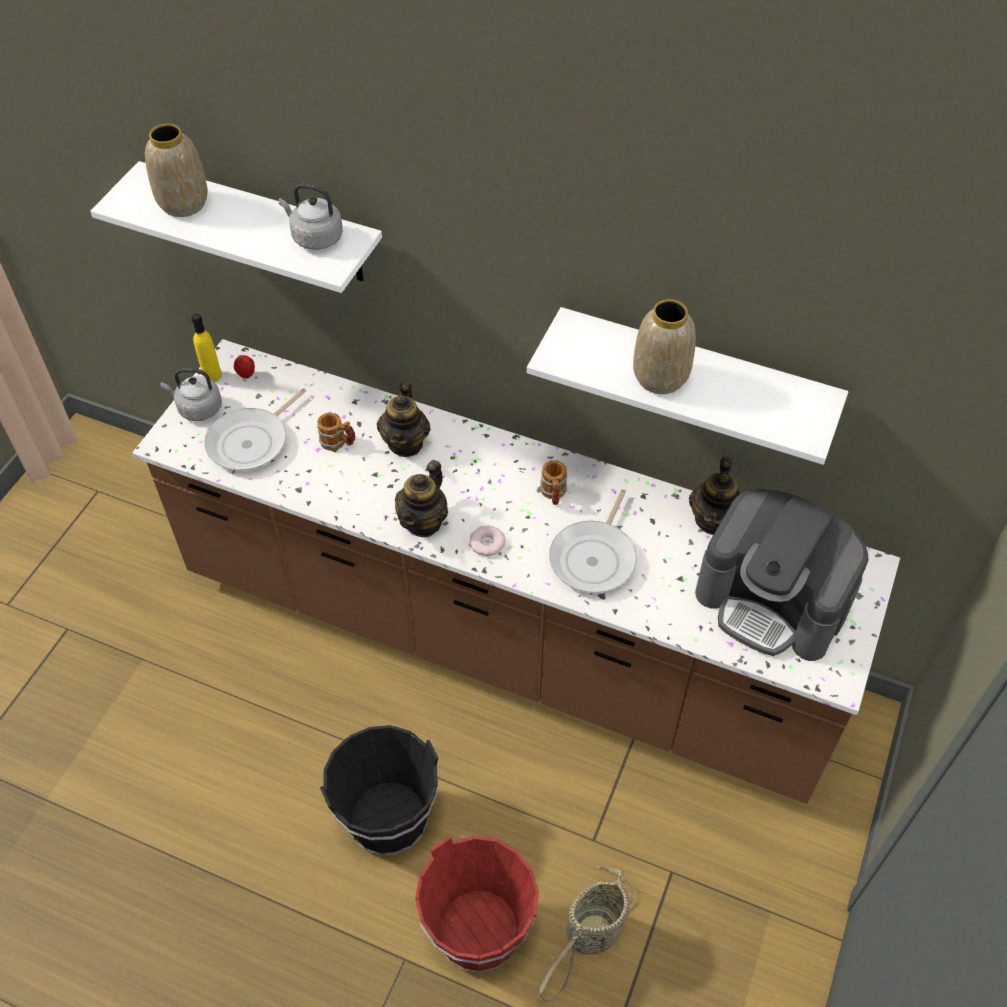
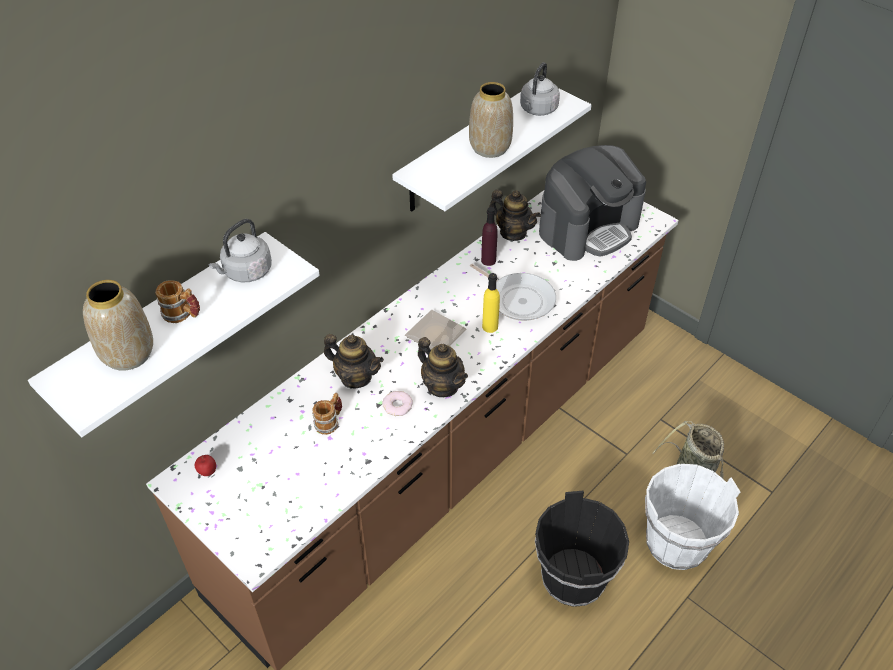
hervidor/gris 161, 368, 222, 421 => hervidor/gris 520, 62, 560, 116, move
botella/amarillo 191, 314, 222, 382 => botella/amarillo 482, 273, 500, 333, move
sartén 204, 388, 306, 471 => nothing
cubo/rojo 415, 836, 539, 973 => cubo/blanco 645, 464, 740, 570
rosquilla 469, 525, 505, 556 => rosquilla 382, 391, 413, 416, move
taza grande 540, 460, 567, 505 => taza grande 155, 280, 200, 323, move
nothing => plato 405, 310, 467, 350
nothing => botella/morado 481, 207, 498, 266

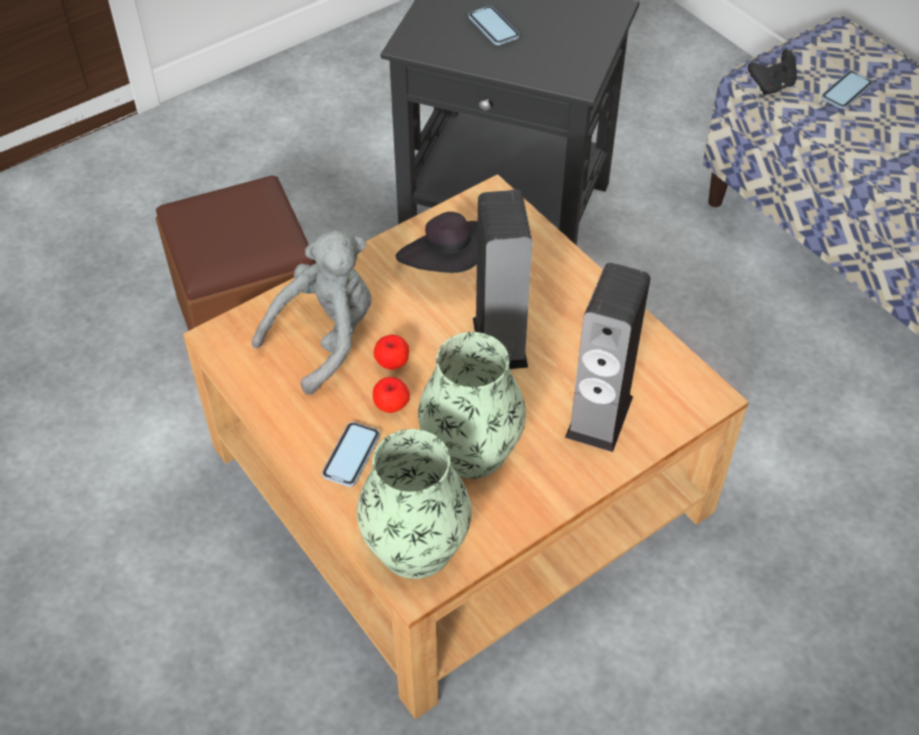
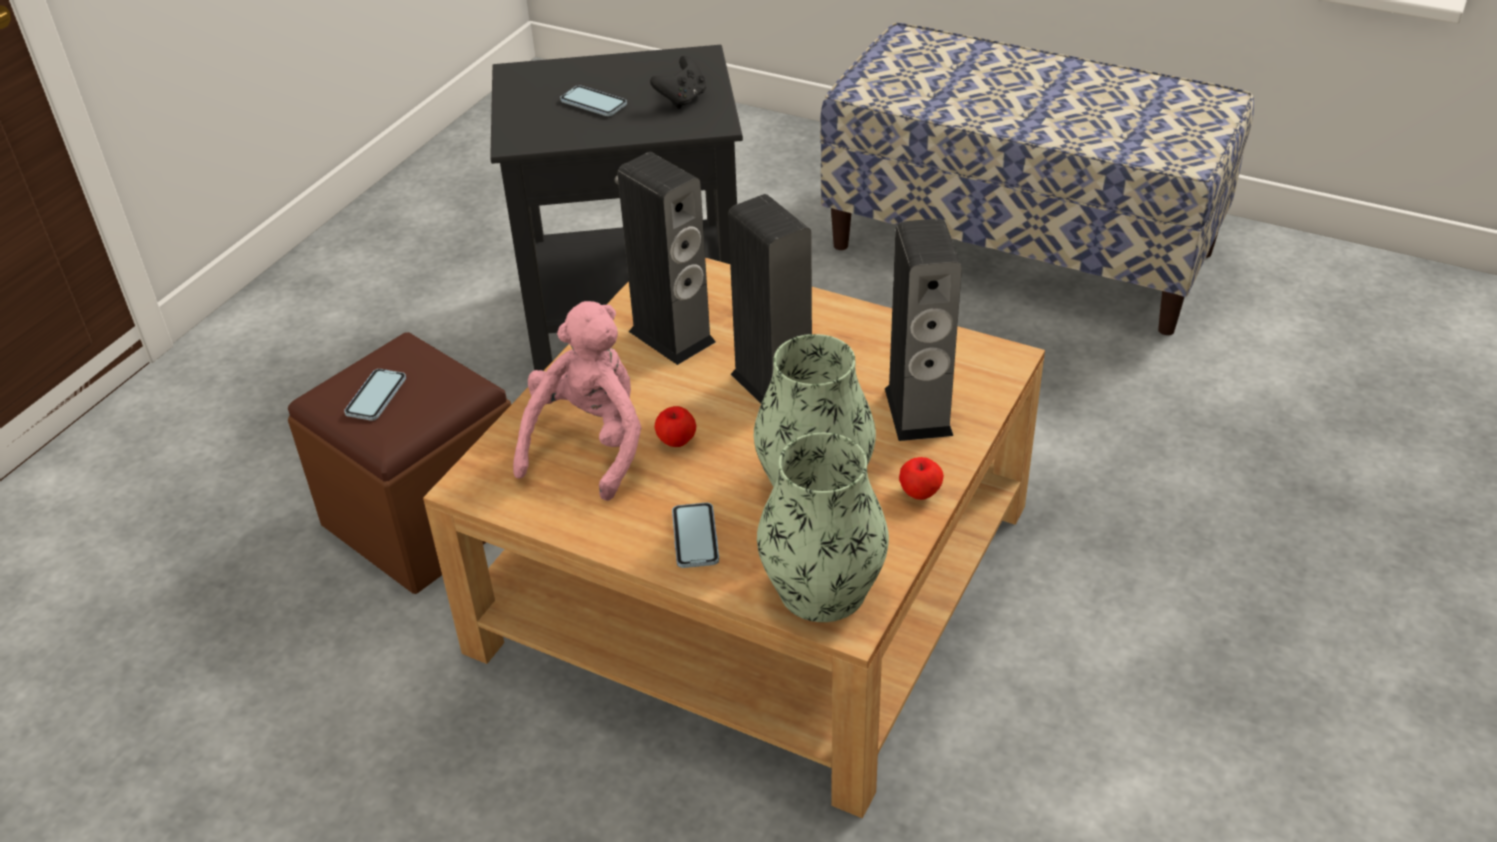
peluche/gris 252, 230, 372, 395 => peluche/rosa 513, 301, 641, 501
manzana 373, 377, 410, 413 => manzana 899, 457, 944, 500, move
sombrero/negro 396, 212, 478, 273 => altavoz 618, 152, 716, 365
mando de consola/negro 748, 49, 797, 95 => mando de consola/negro 650, 56, 706, 109, move
móvil 821, 71, 873, 109 => móvil 344, 369, 406, 421, move

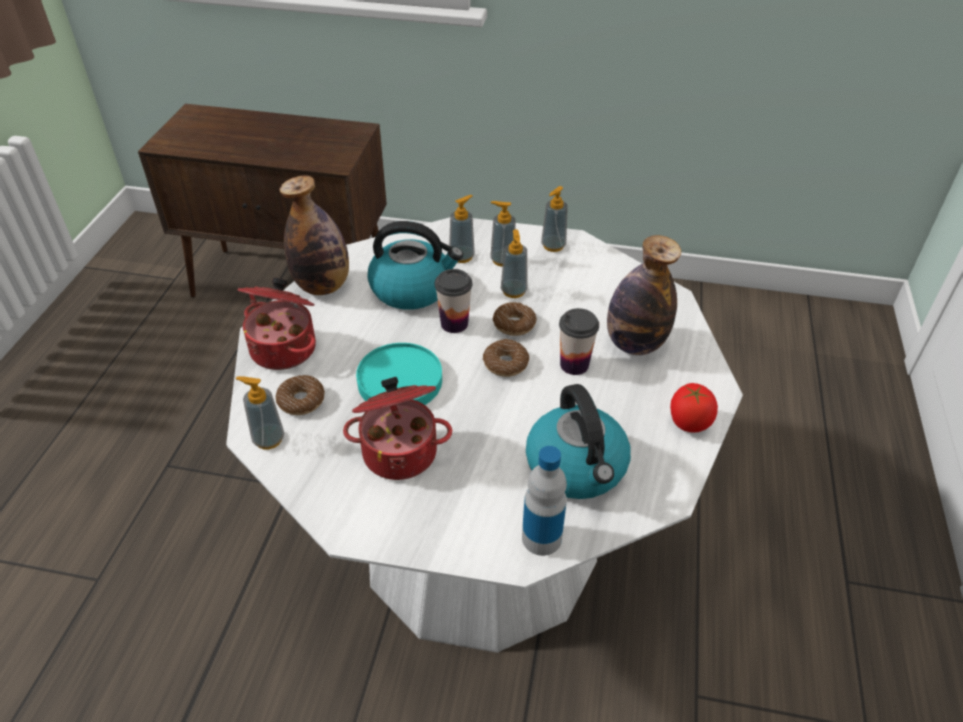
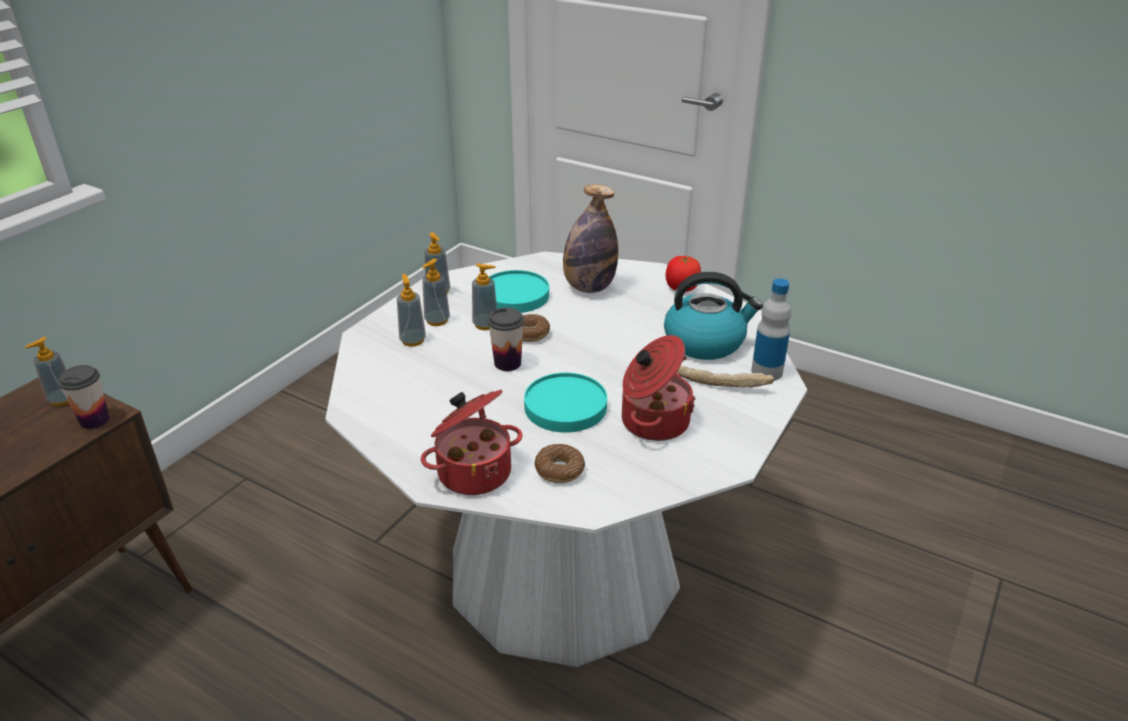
dispensador de jabón 236, 376, 284, 449 => dispensador de jabón 25, 337, 69, 406, move
botella 279, 176, 349, 295 => nothing
hervidor 367, 221, 463, 310 => nothing
rosquilla 483, 339, 529, 377 => nothing
taza 559, 308, 599, 375 => taza 58, 365, 110, 429, move
nothing => plato/turquesa 489, 270, 549, 313
nothing => pan 677, 366, 774, 388

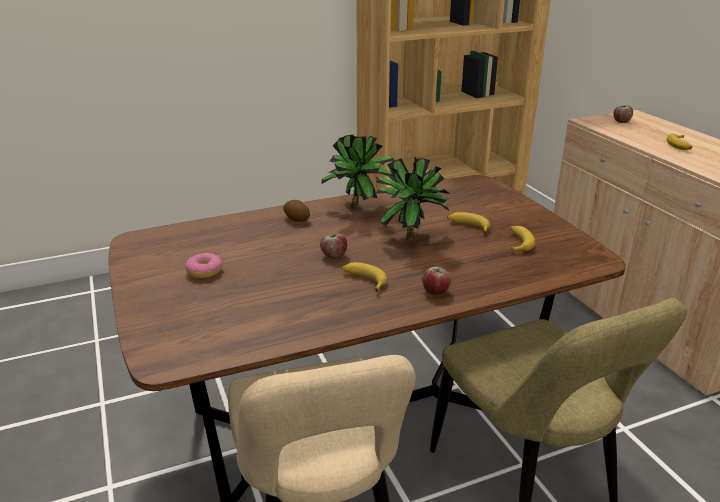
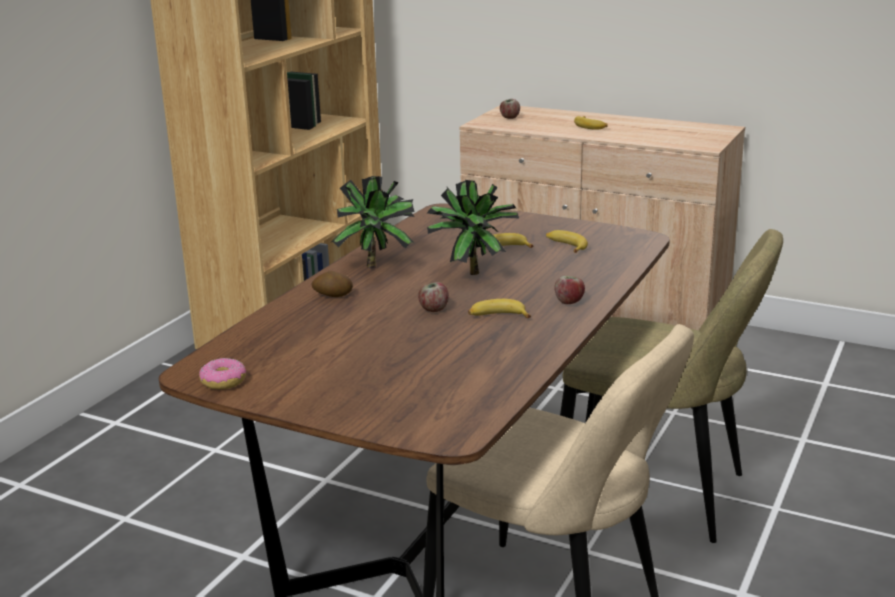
rosquilla 185, 253, 222, 278 => rosquilla 199, 358, 246, 390, move

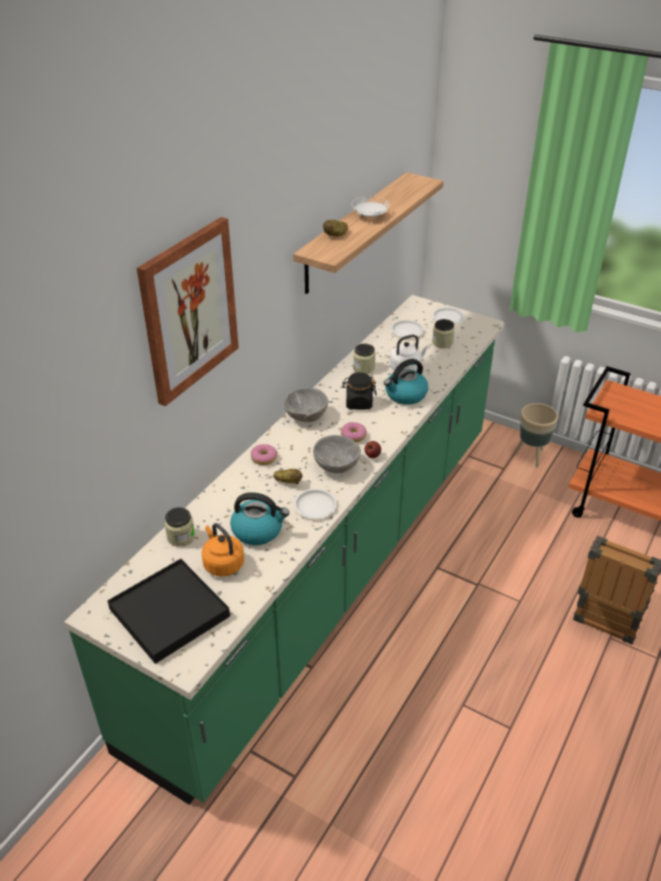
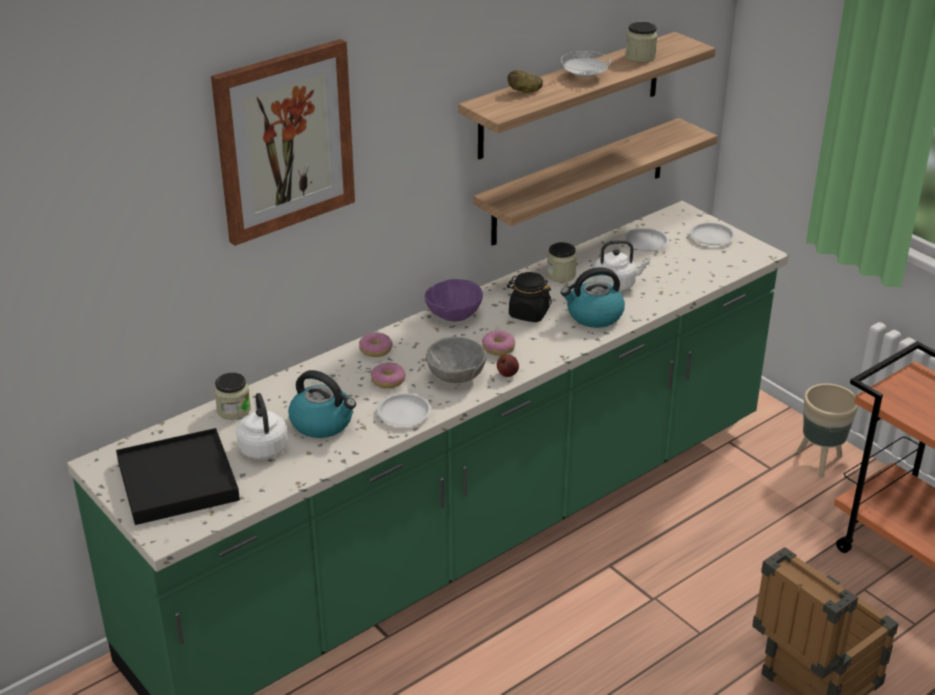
hervidor/naranja 202, 523, 244, 577 => hervidor/blanco 236, 393, 288, 459
patata 273, 469, 302, 484 => rosquilla 370, 362, 405, 389
cuenco/gris 284, 388, 328, 422 => cuenco/morado 425, 279, 483, 322
tarro 432, 319, 455, 348 => tarro 625, 22, 658, 63, move
nothing => estante 473, 118, 717, 246

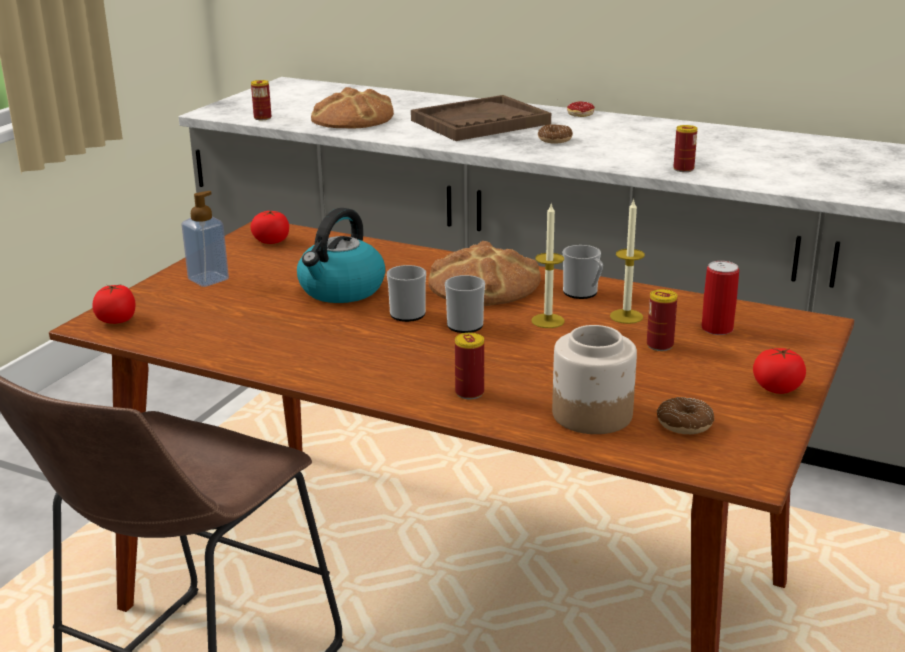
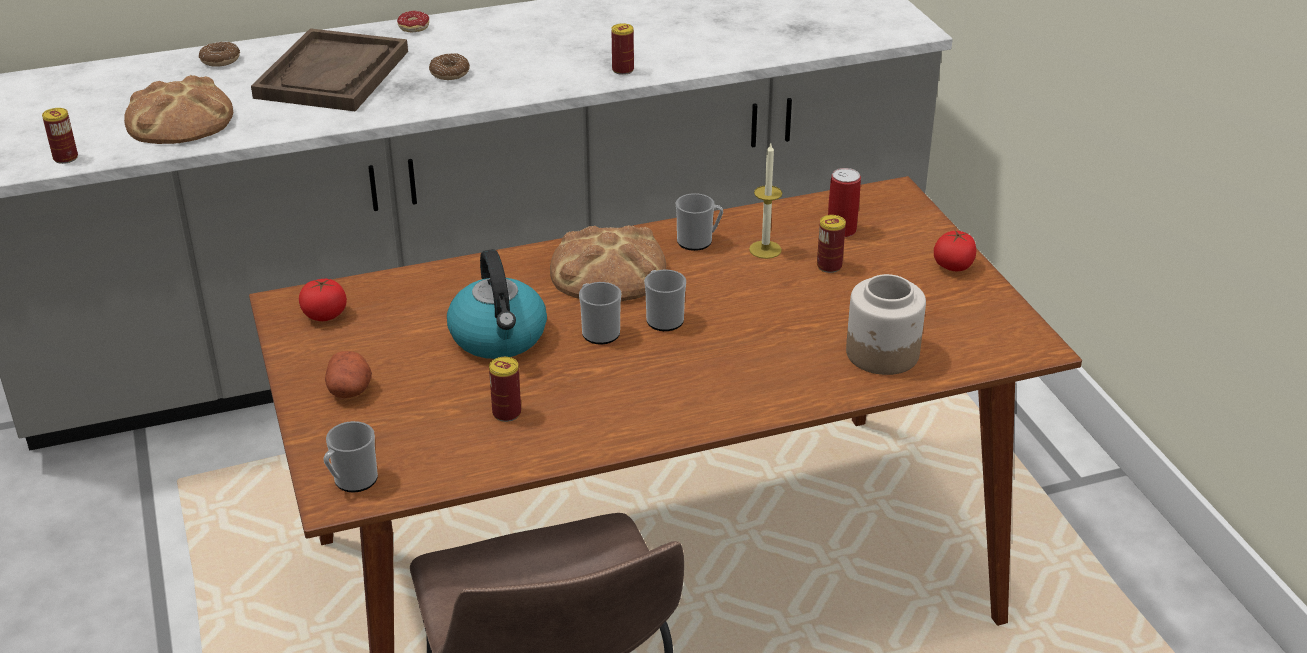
tomate 92, 284, 136, 324 => taza grande 323, 421, 378, 492
dispensador de jabón 181, 191, 229, 287 => patata 325, 351, 372, 398
lata 455, 333, 484, 399 => lata 489, 357, 521, 422, move
vela 532, 204, 565, 328 => nothing
rosquilla 657, 397, 714, 434 => rosquilla 199, 42, 240, 67, move

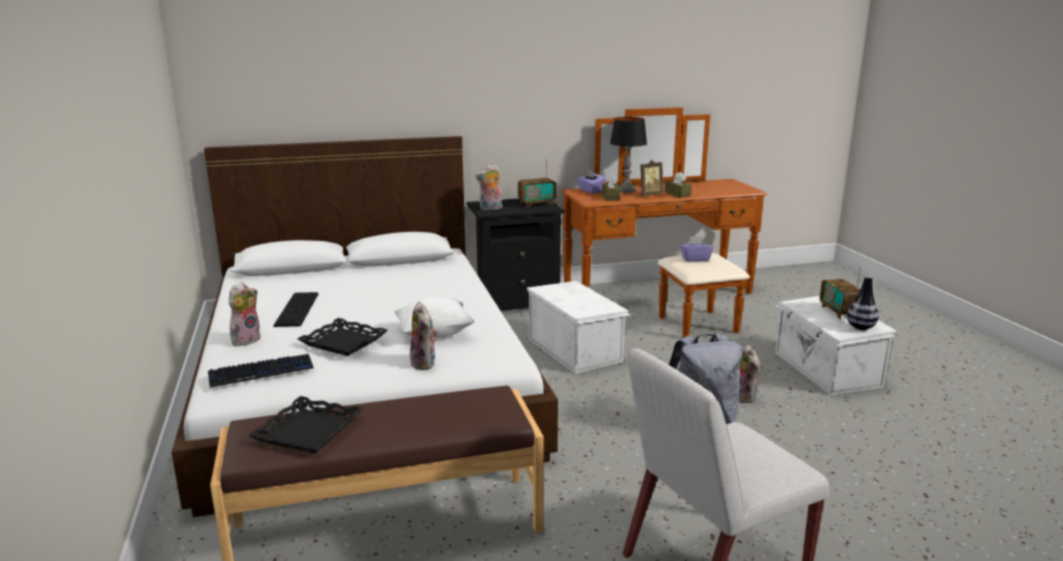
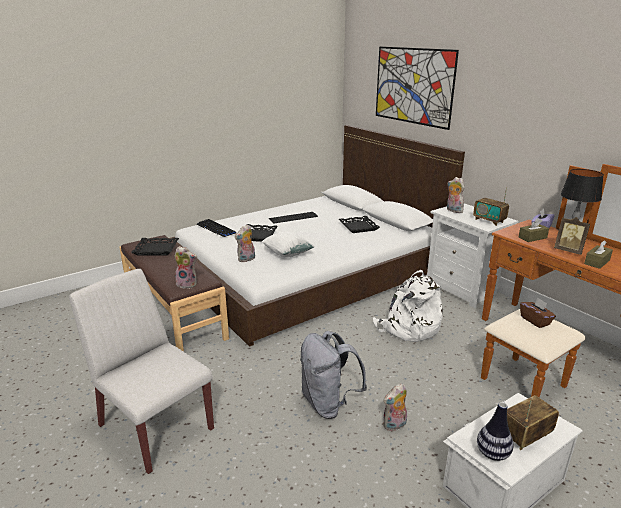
peluche 229, 283, 261, 346 => peluche 175, 246, 197, 289, move
mesita de noche/negro 466, 199, 565, 311 => mesita de noche/blanco 427, 203, 518, 308
caja de almacenaje/blanco 527, 281, 630, 374 => mochila/blanco 373, 270, 443, 342
caja de pañuelos/morado 680, 236, 713, 261 => caja de pañuelos/marrón 520, 298, 556, 328
nothing => bandeja/negro 339, 216, 380, 233
nothing => cuadro 376, 47, 459, 130

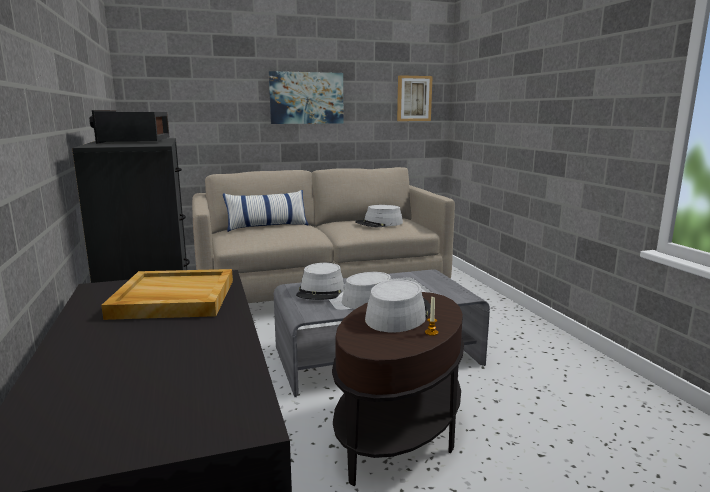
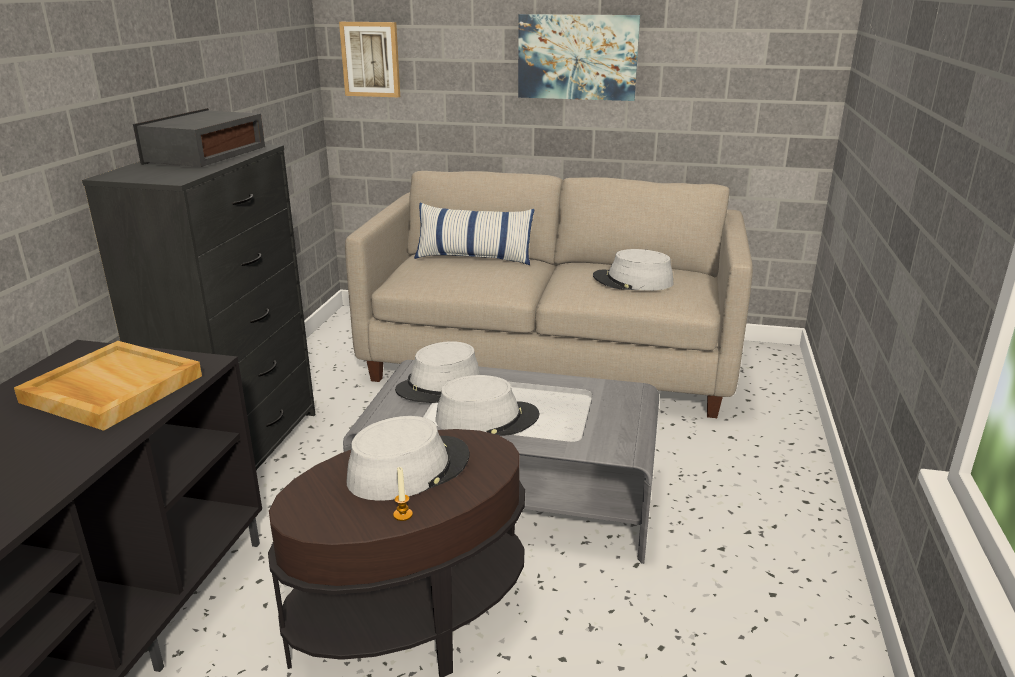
cuadro 397, 75, 433, 121 => cuadro 339, 22, 400, 97, move

